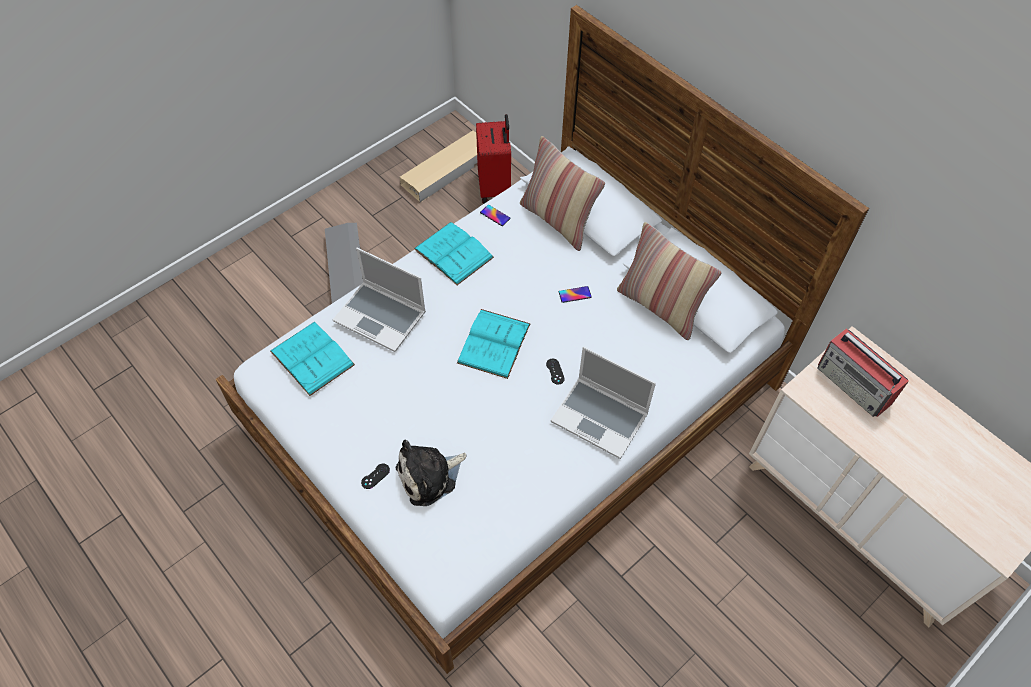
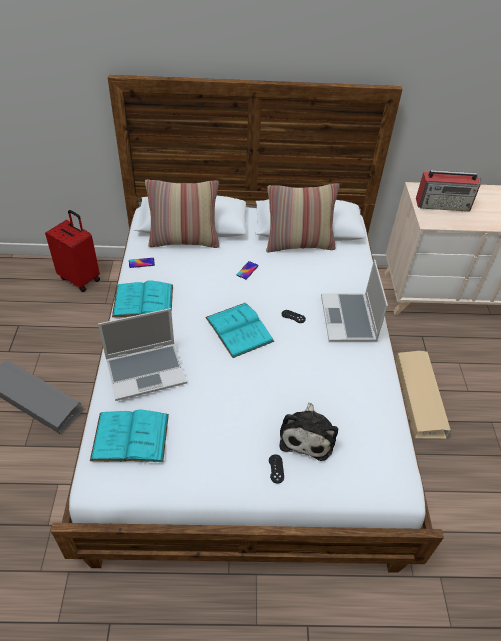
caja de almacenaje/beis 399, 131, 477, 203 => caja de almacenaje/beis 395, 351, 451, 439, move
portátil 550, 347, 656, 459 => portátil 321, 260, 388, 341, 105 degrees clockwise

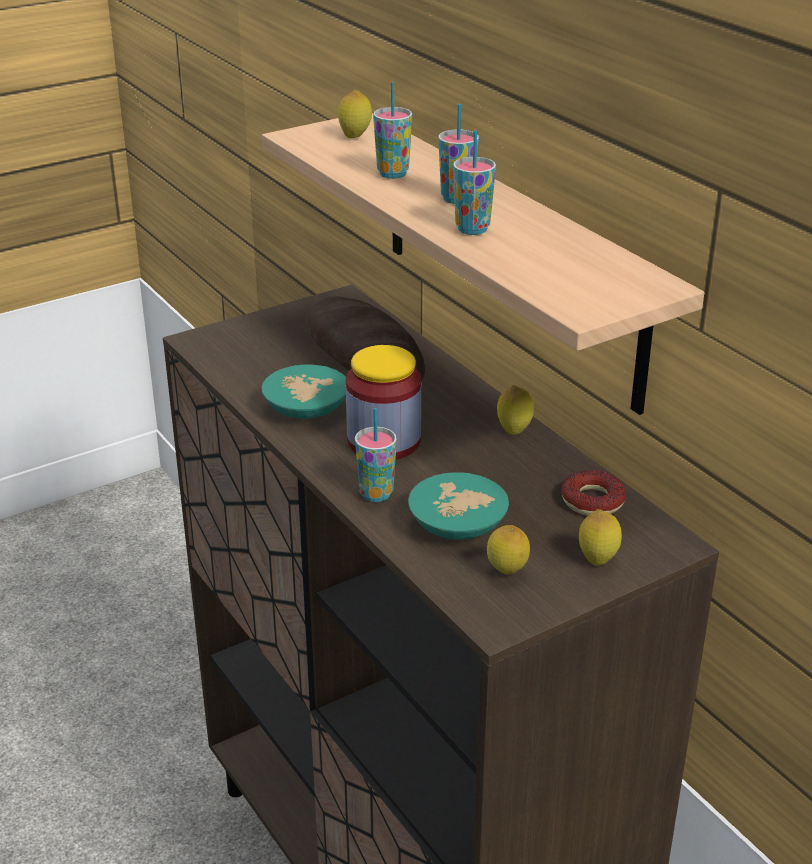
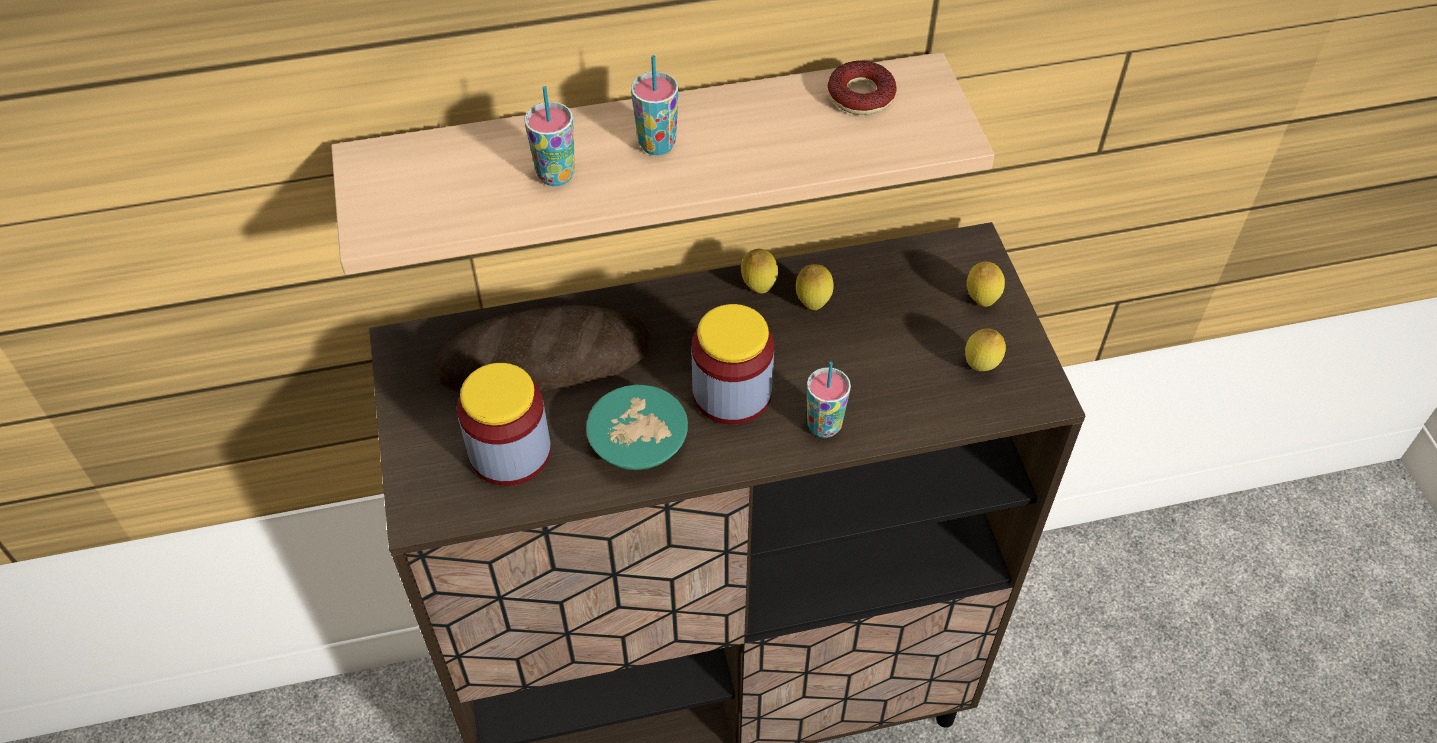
limón 338, 90, 372, 138 => limón 796, 264, 834, 310, move
cuenco/turquesa 408, 472, 509, 540 => nothing
taza 453, 130, 496, 235 => nothing
rosquilla 562, 470, 626, 515 => rosquilla 827, 61, 896, 115, move
nothing => tarro 457, 363, 551, 486

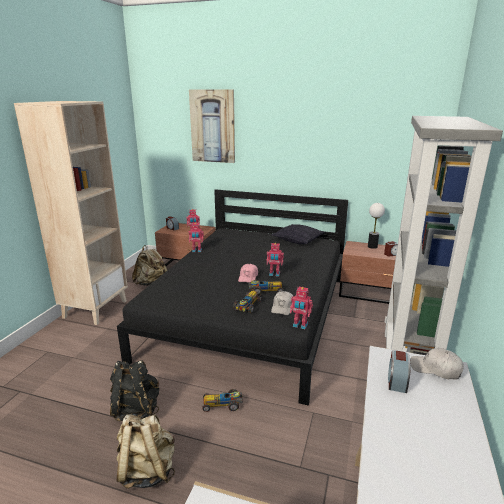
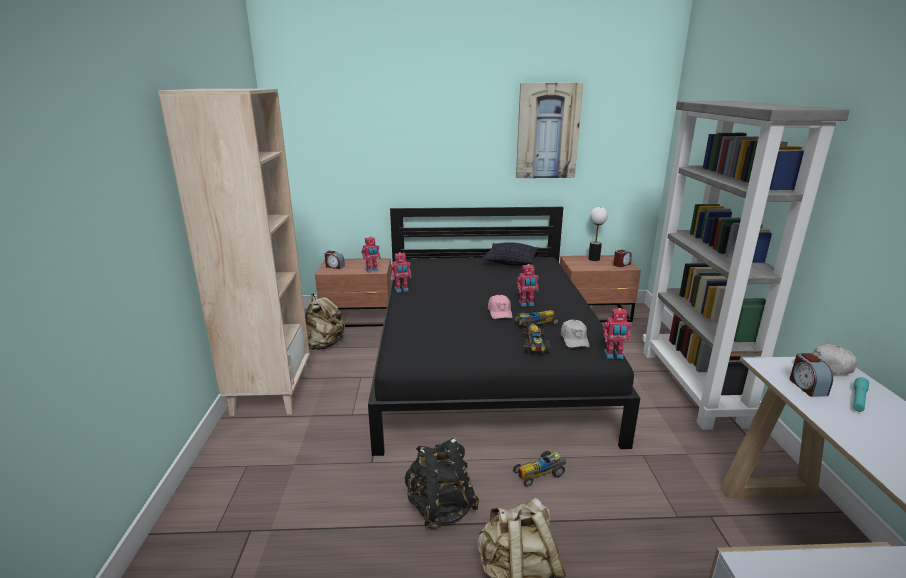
cuadro 189, 89, 235, 163 => cuadro 516, 83, 583, 178, move
nothing => linterna/turquesa 853, 377, 869, 412

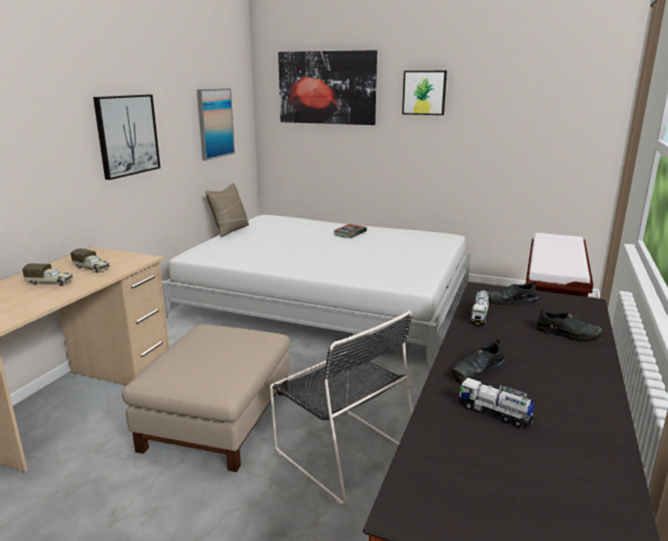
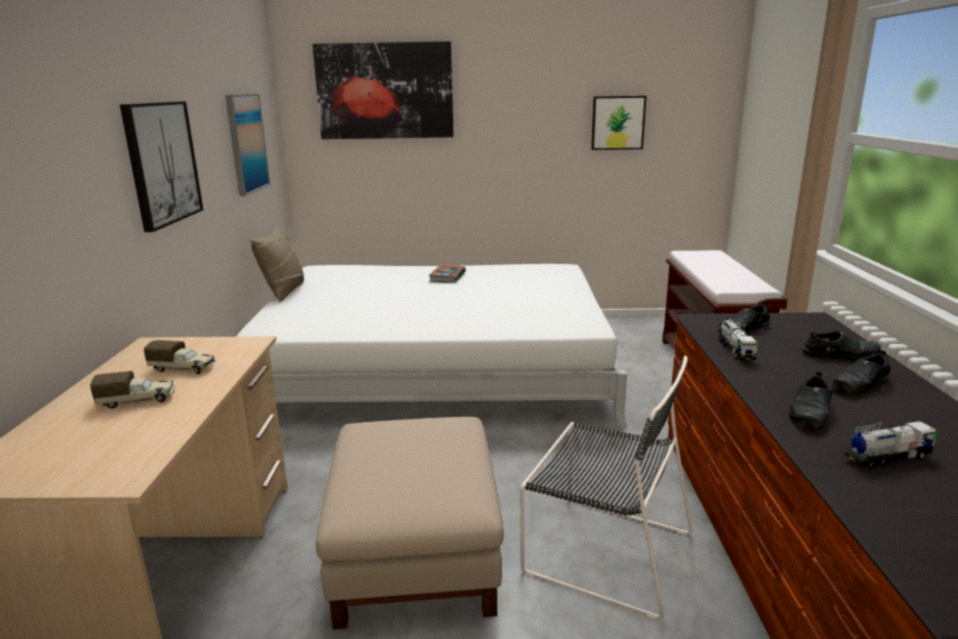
cuadro 402, 71, 447, 115 => cuadro 591, 96, 647, 150, move
camión de juguete 459, 378, 535, 428 => camión de juguete 844, 421, 937, 469, 150 degrees clockwise
nothing => zapato/negro 831, 350, 891, 397

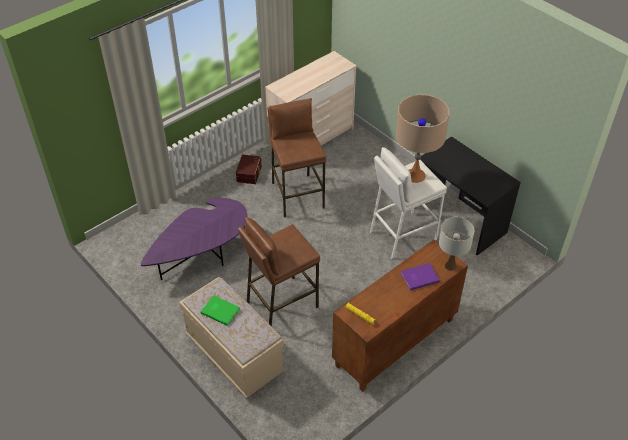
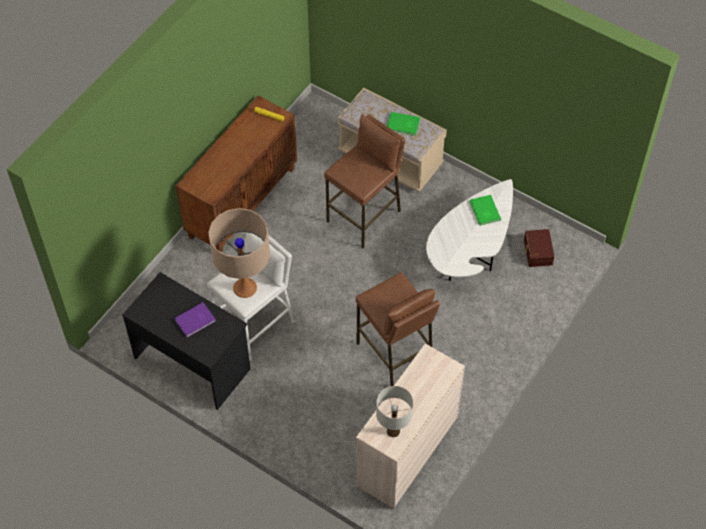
mesa de centro/morado 141, 198, 248, 280 => mesa de centro/blanco 426, 179, 513, 281
caja de almacenaje/marrón 236, 154, 262, 184 => caja de almacenaje/marrón 524, 229, 555, 267, move
libro/morado 401, 263, 440, 290 => libro/morado 174, 302, 216, 337, move
lámpara de mesa/blanco 439, 217, 475, 271 => lámpara de mesa/blanco 376, 386, 413, 437, move
nothing => libro/verde 470, 195, 501, 226

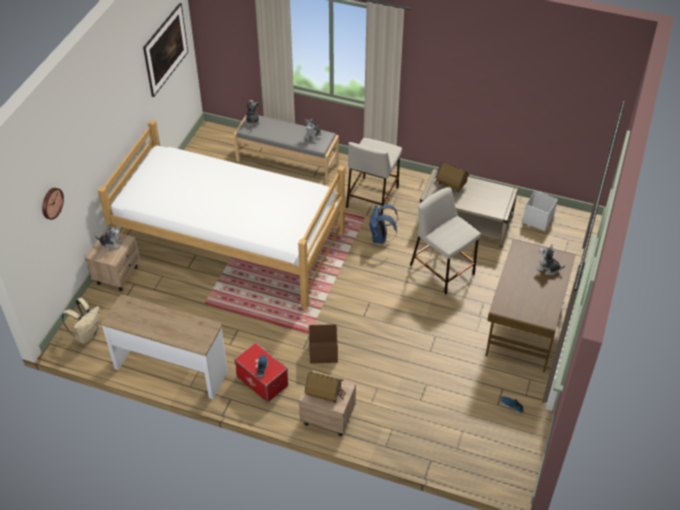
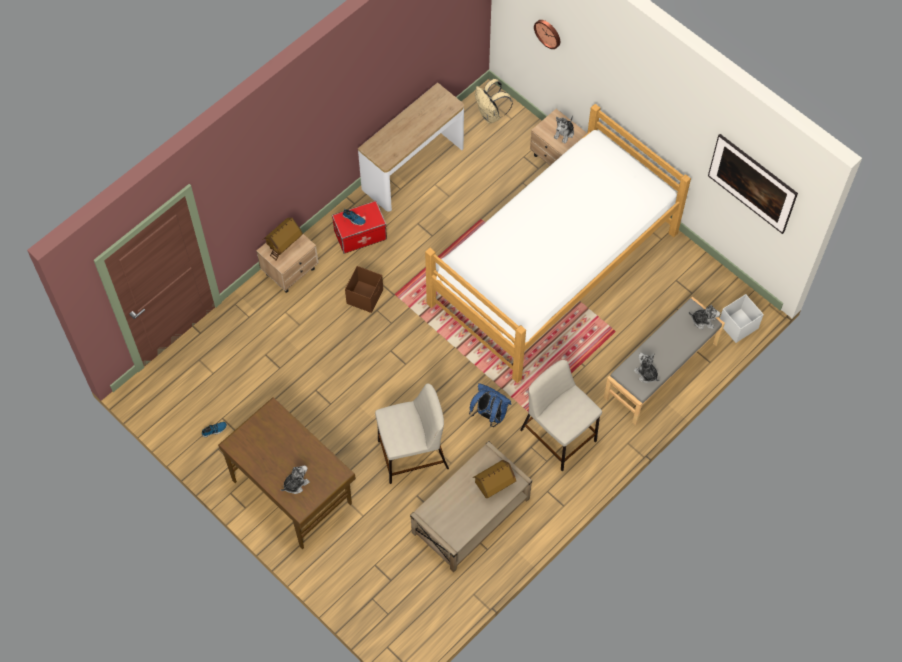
caja de almacenaje/blanco 522, 191, 558, 231 => caja de almacenaje/blanco 720, 294, 764, 343, move

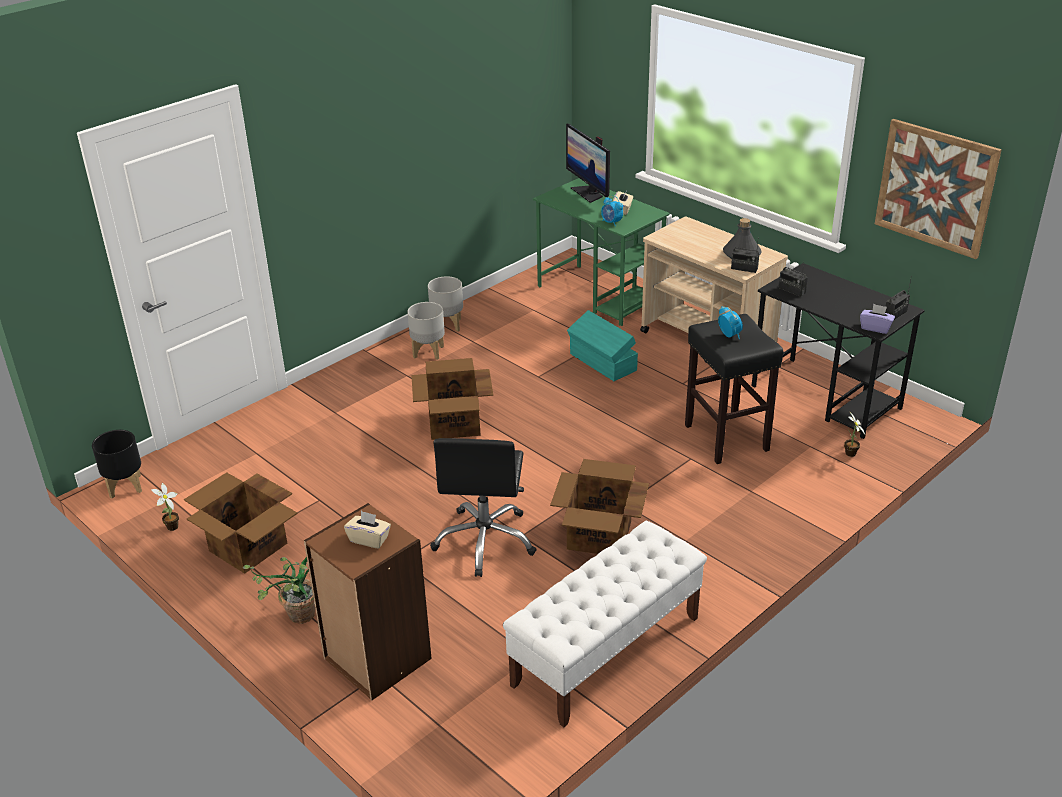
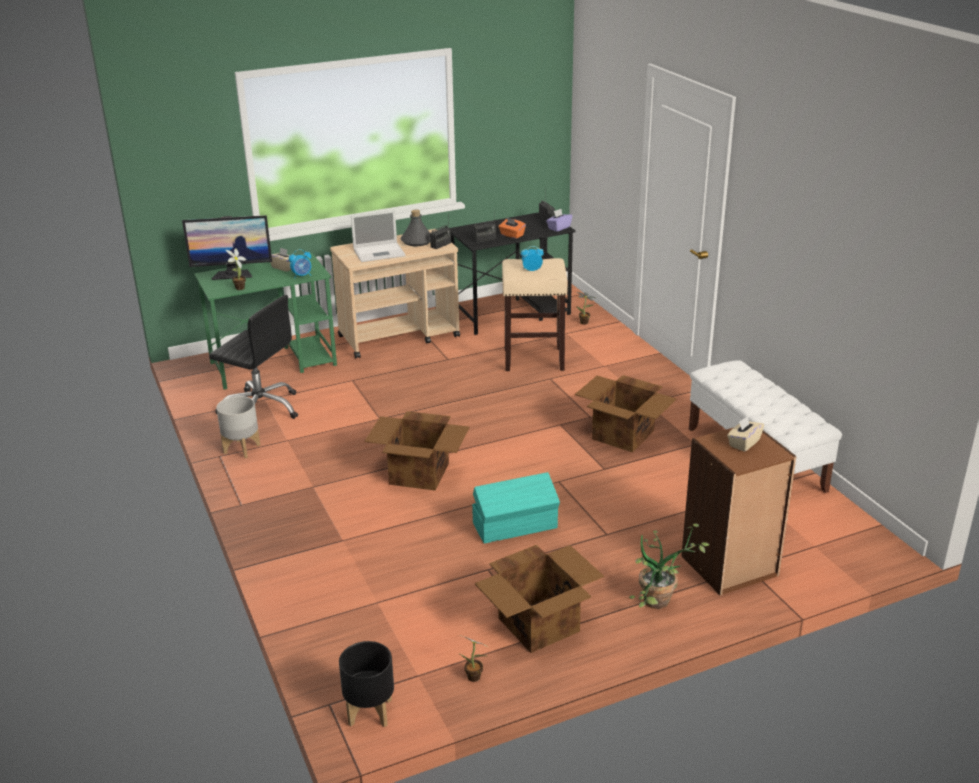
maceta/gris 407, 302, 445, 360 => nothing
silla de oficina/negro 430, 438, 537, 577 => silla de oficina/negro 209, 295, 298, 419, move
caja de almacenaje/turquesa 567, 310, 638, 381 => caja de almacenaje/turquesa 472, 472, 560, 544, move
taburete/negro 685, 314, 783, 464 => taburete/beis 502, 258, 568, 371
cuadro 875, 119, 1002, 259 => nothing
nothing => planta en maceta 226, 248, 247, 290
nothing => portátil 351, 210, 406, 262
nothing => caja de pañuelos/naranja 499, 217, 526, 239

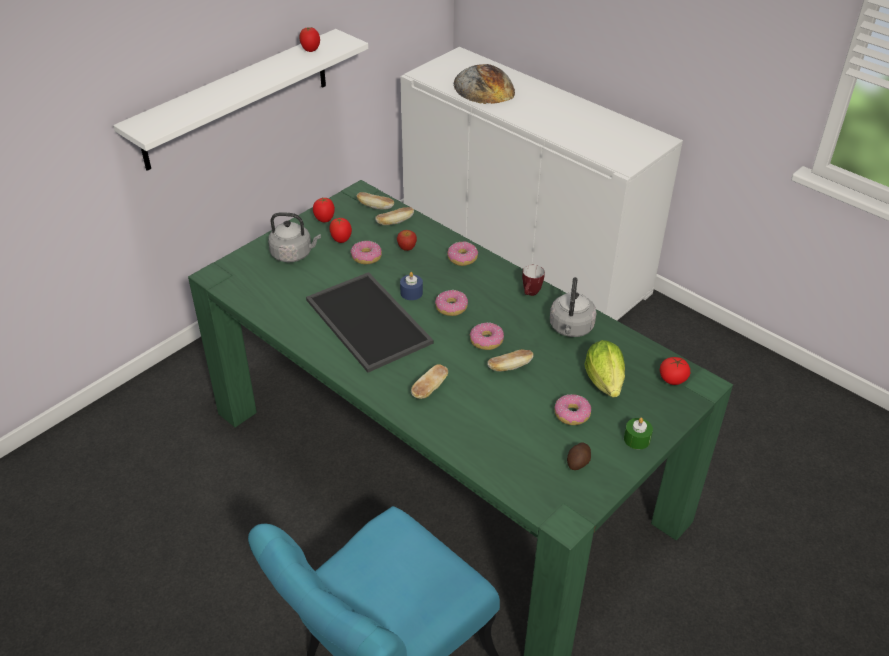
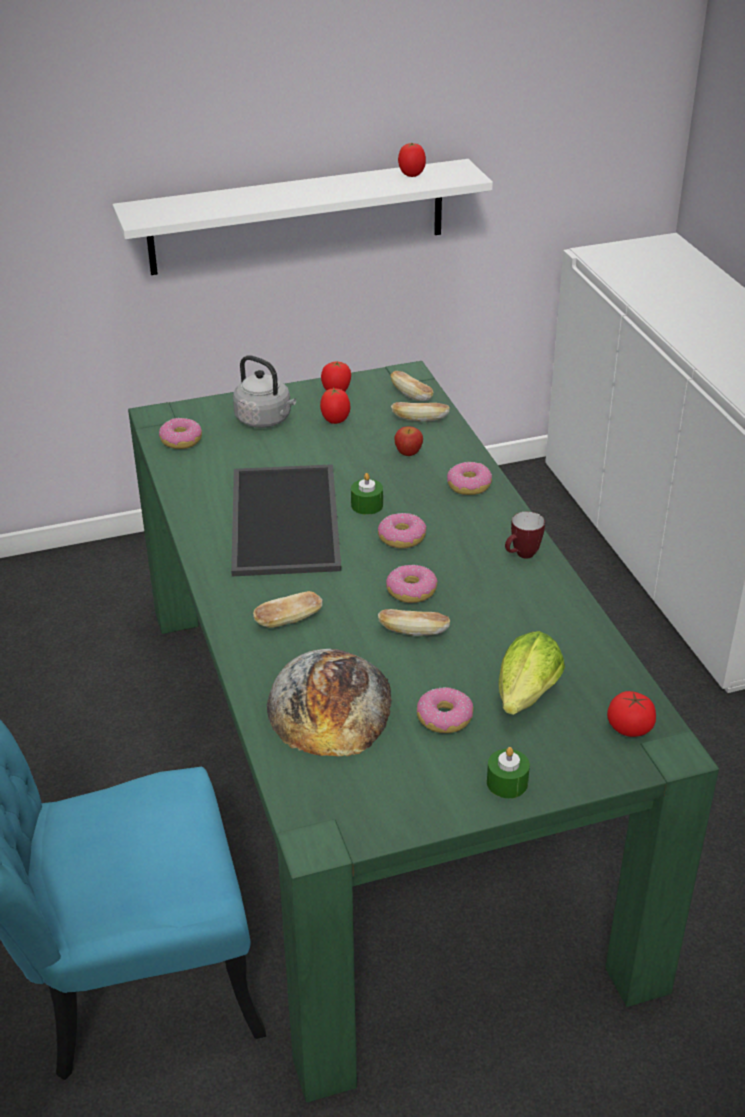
rosquilla 350, 241, 382, 264 => rosquilla 159, 418, 202, 449, move
vela/azul 400, 272, 423, 300 => vela/verde 351, 473, 383, 515
pan 453, 64, 515, 104 => pan 267, 649, 392, 757, move
hervidor/gris 550, 277, 597, 337 => nothing
patata 567, 442, 591, 470 => nothing

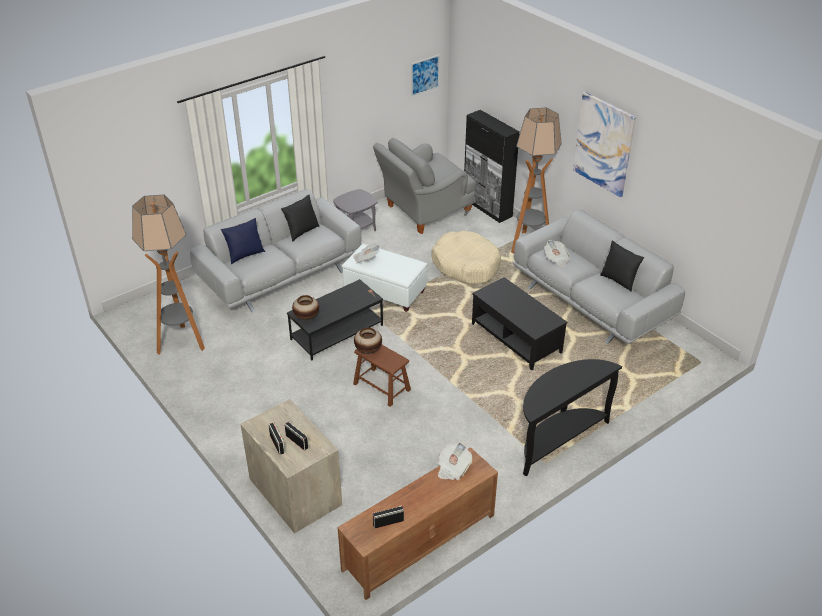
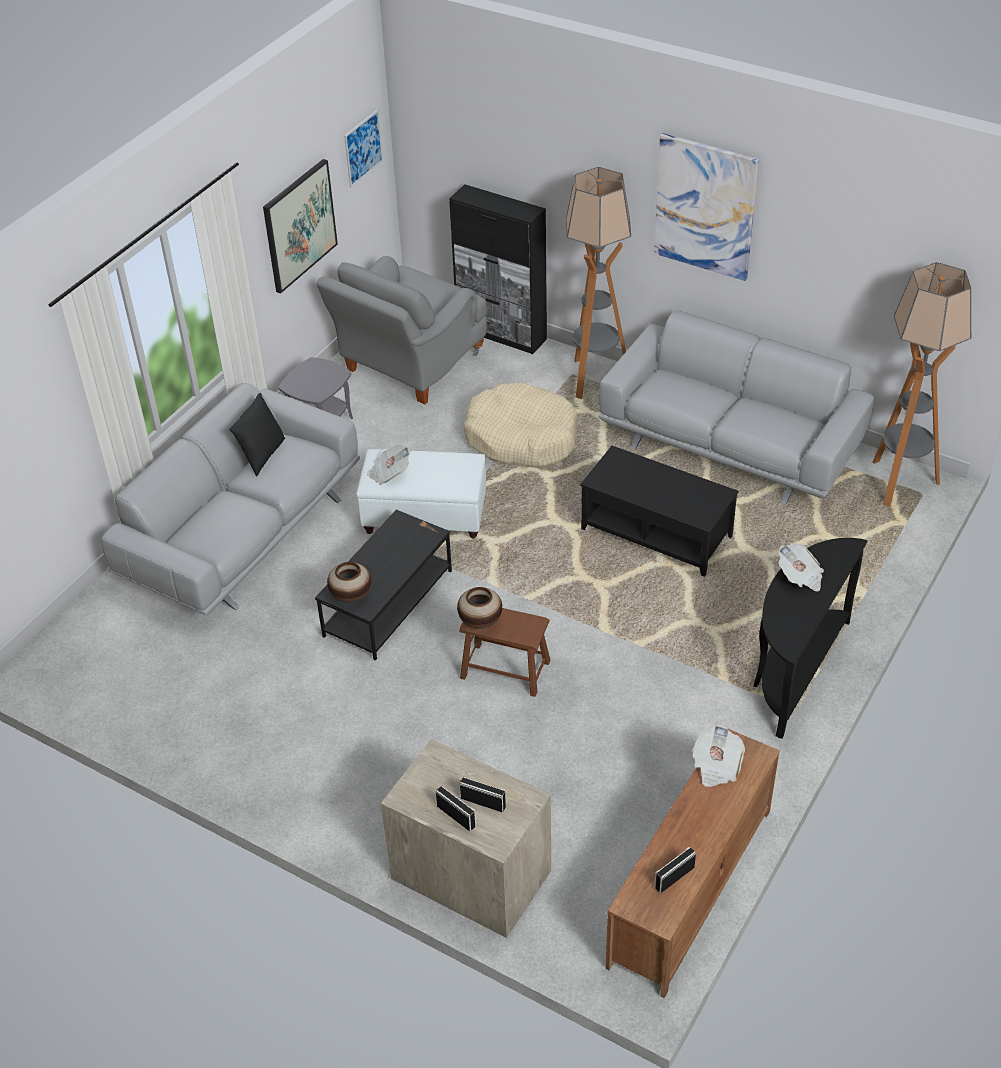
lámpara de pie 132, 194, 205, 355 => lámpara de pie 873, 262, 971, 507, move
cojín/azul 221, 218, 265, 264 => nothing
periódico 544, 240, 570, 267 => periódico 779, 543, 824, 592, move
cojín/negro 600, 241, 644, 292 => nothing
nothing => cuadro 263, 159, 338, 294

